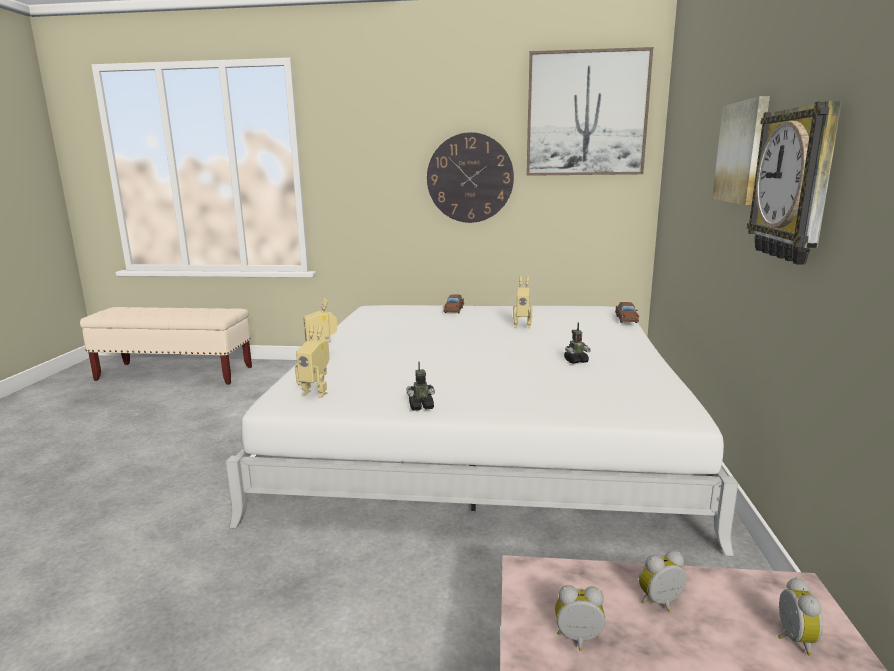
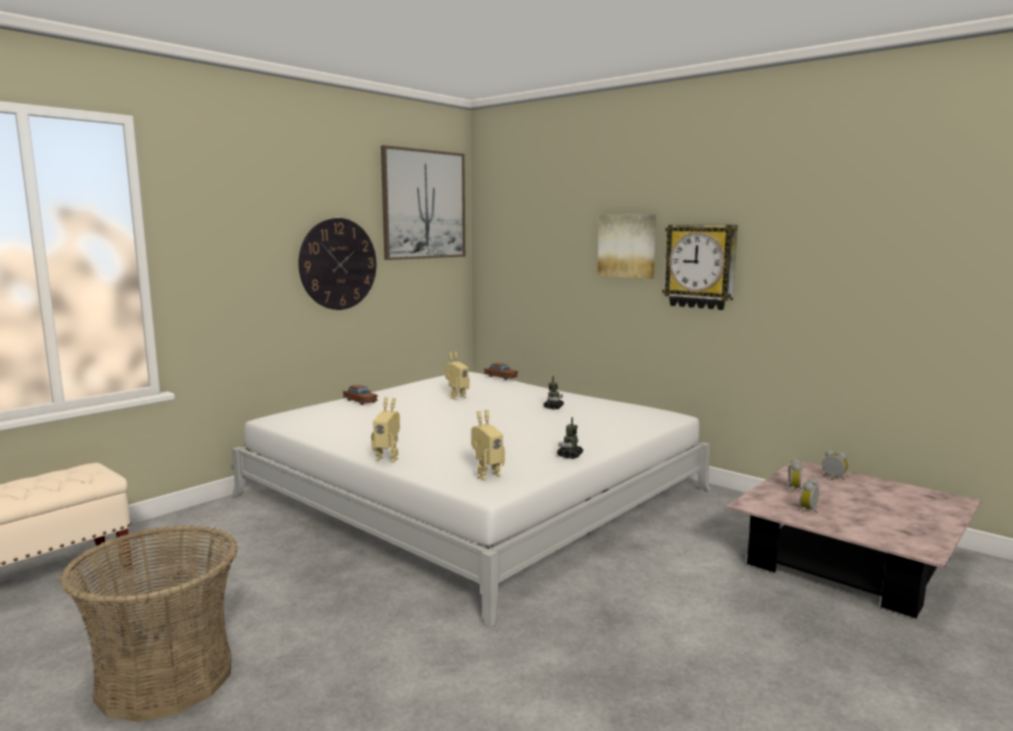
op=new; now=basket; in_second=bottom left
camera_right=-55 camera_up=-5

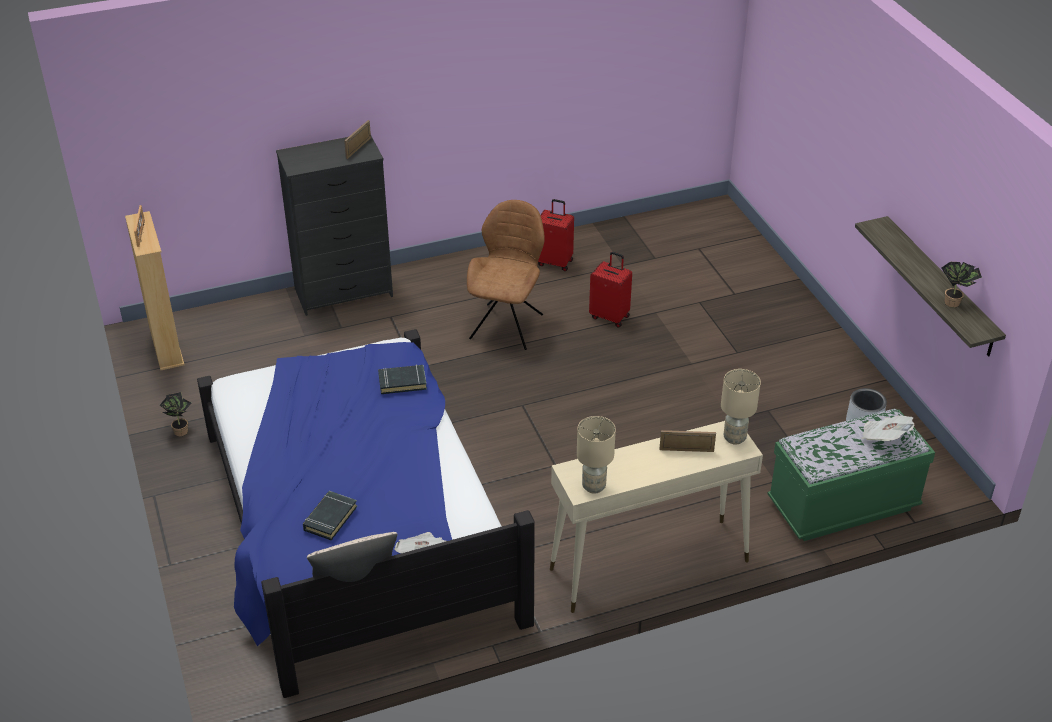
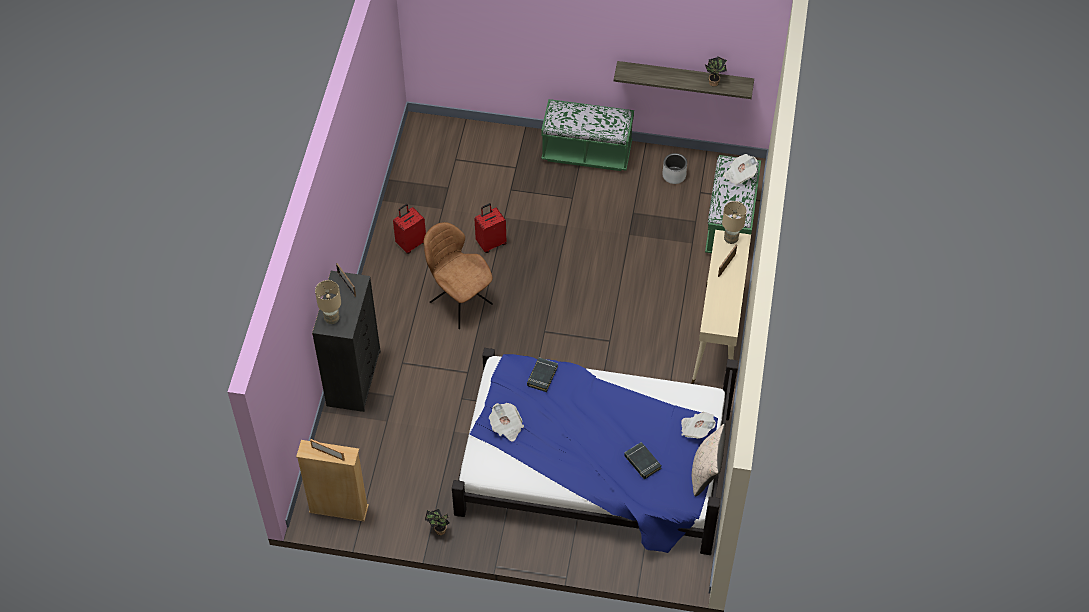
op=new; now=newspaper (no. 1 from left); in_second=bottom centre
op=new; now=bench (green) (no. 1 from left); in_second=top centre
op=shifted; was=table lamp (beige) (no. 1 from left); in_first=centre; in_second=middle left
camera_right=-60 camera_up=15

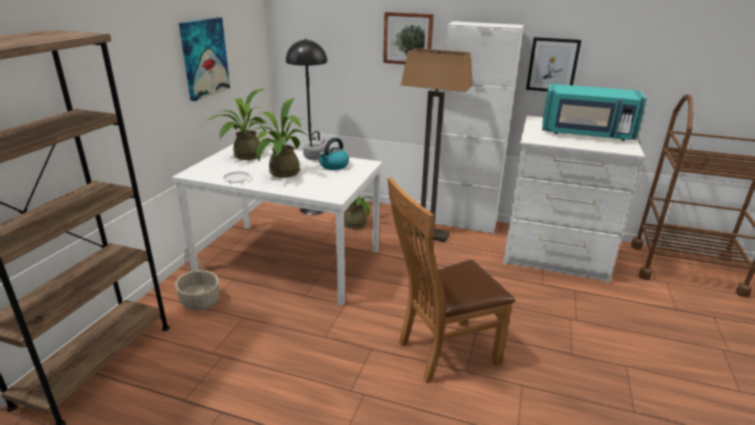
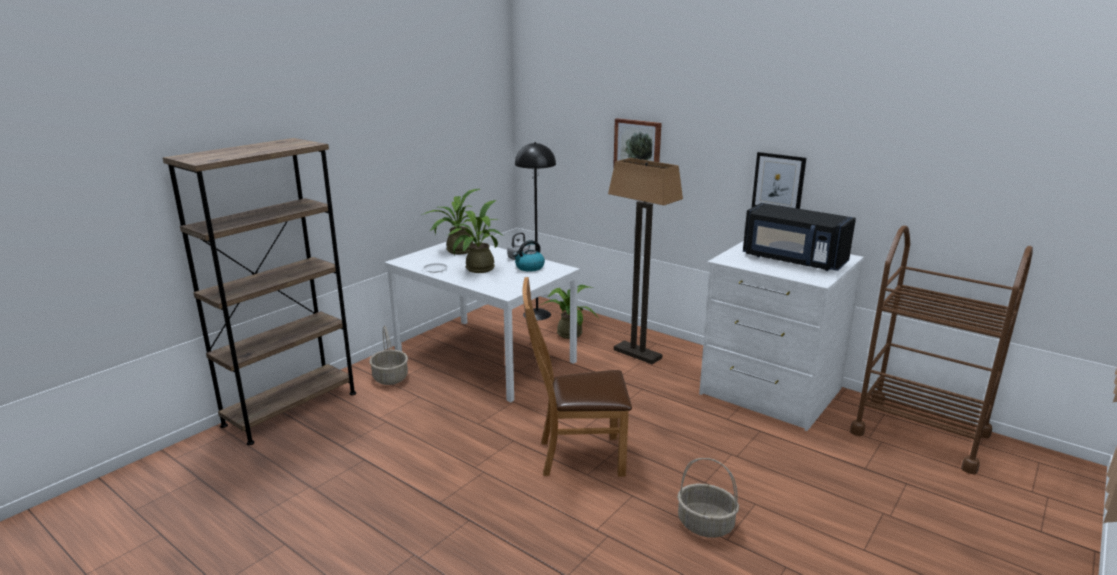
op=gone; was=picture (no. 1 from left); in_first=top left
op=gone; was=cabinet (white); in_first=top centre
op=new; now=basket (no. 2 from left); in_second=bottom centre
op=repainted; was=microwave (turquoise); now=microwave (black); in_first=top right; in_second=middle right
camera_right=20 camera_up=-5

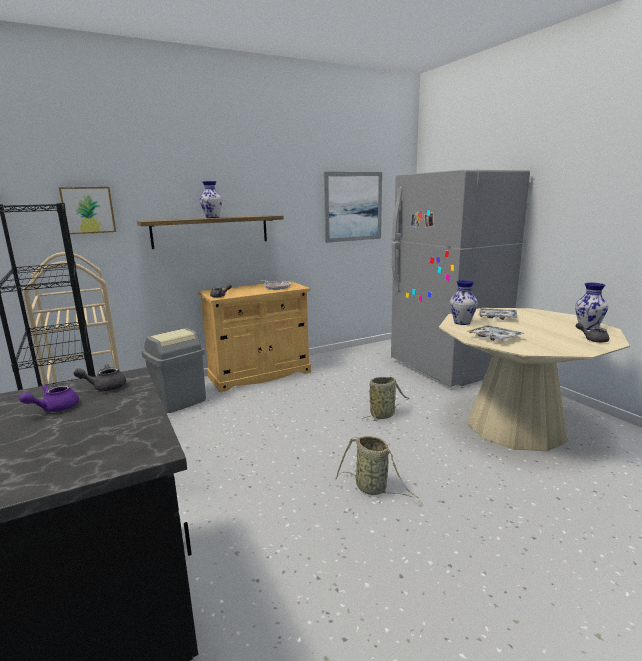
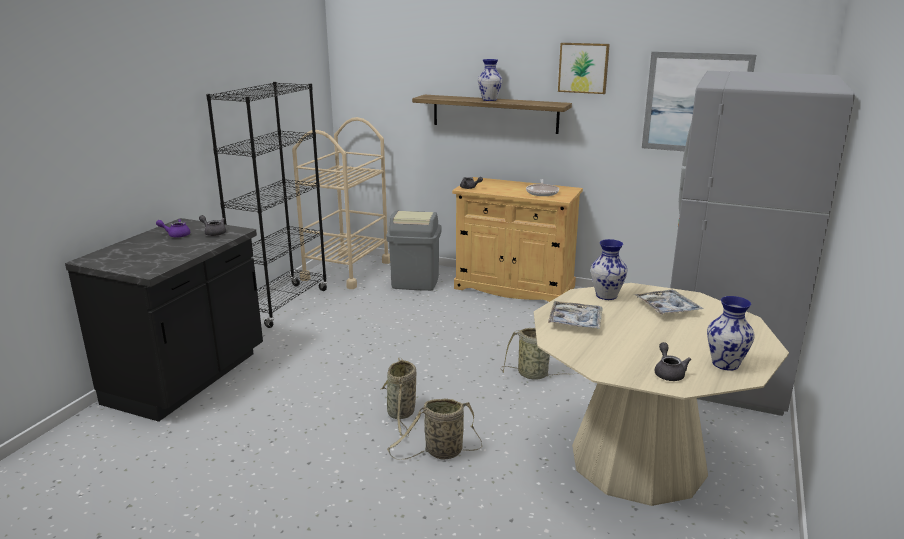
op=new; now=basket (no. 2 from left); in_second=bottom centre
op=shifted; was=picture (no. 1 from left); in_first=top left; in_second=top centre
camera_right=50 camera_up=5

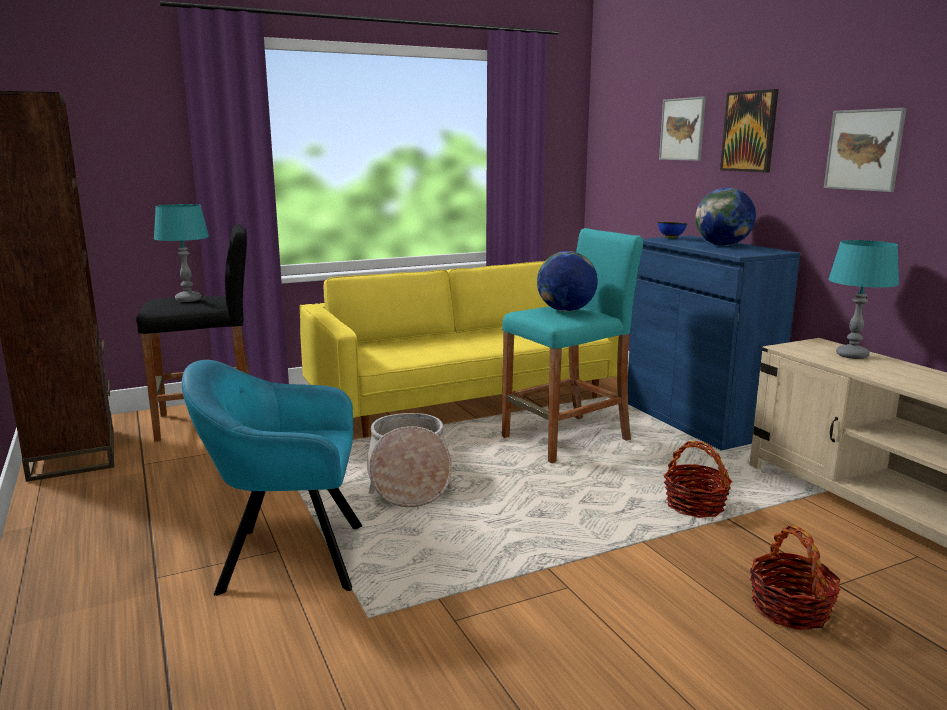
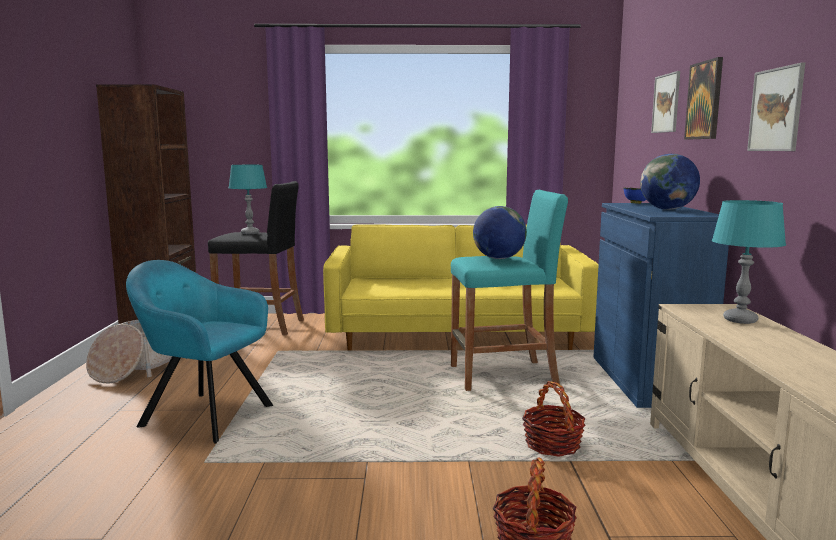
op=shifted; was=basket (no. 1 from left); in_first=centre; in_second=middle left
camera_right=25 camera_up=-5

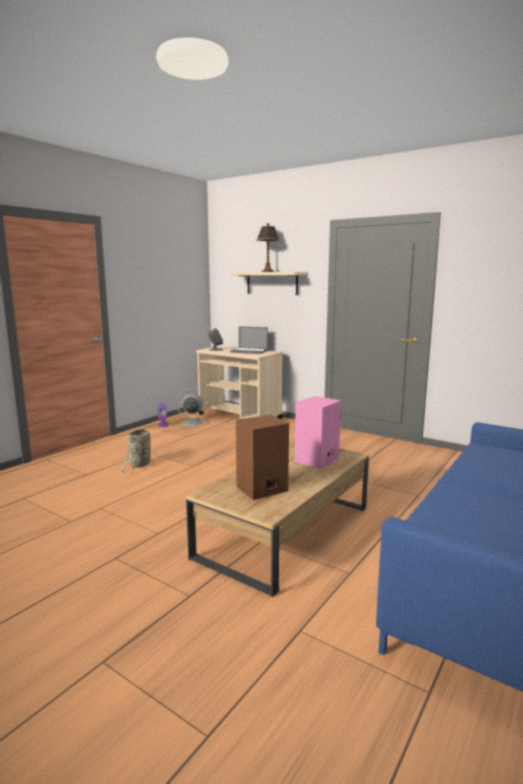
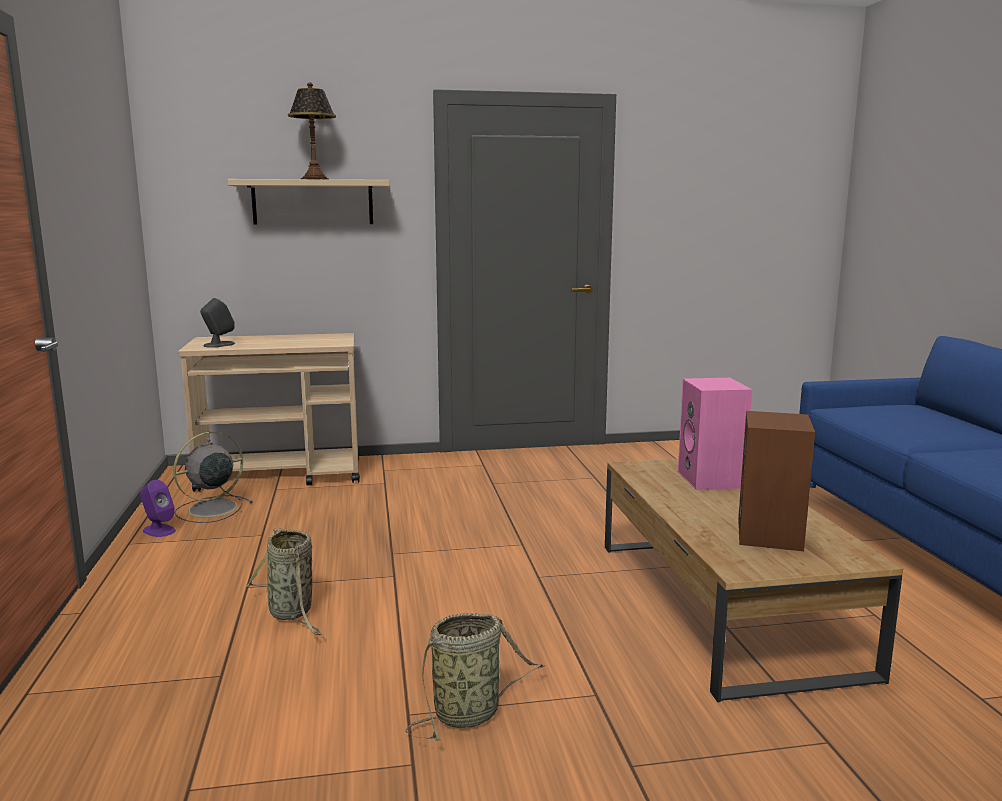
op=gone; was=laptop; in_first=centre
op=new; now=basket (no. 2 from left); in_second=bottom centre
camera_right=-45 camera_up=0

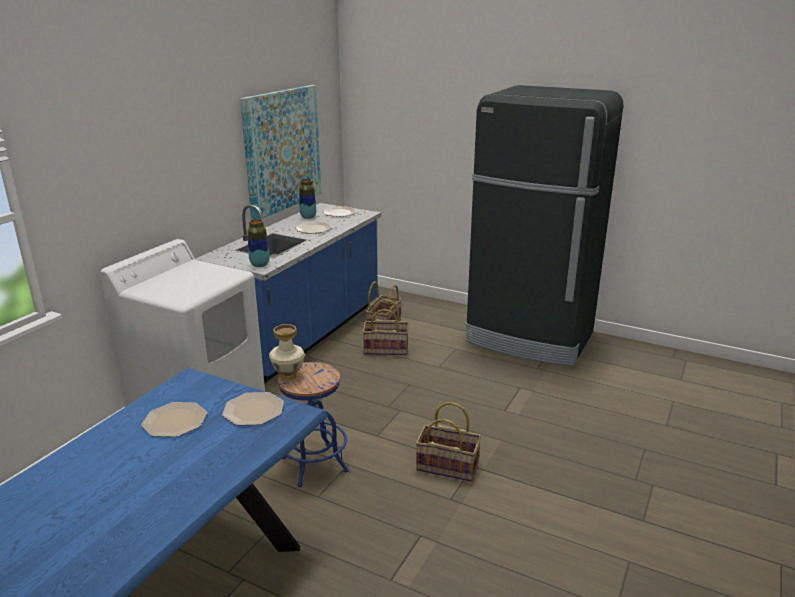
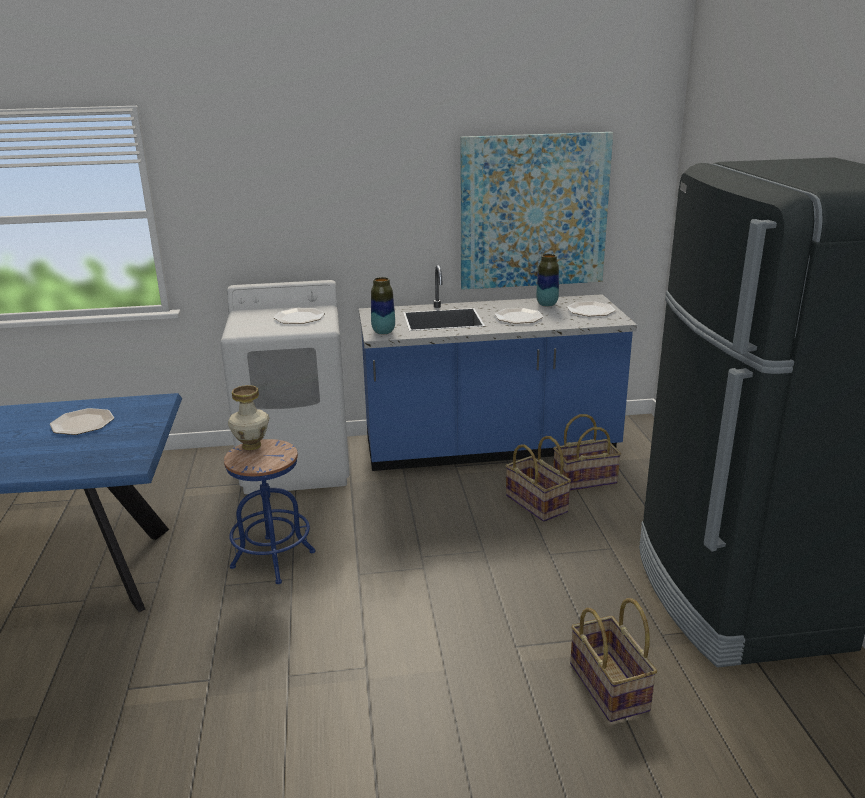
op=shifted; was=plate (no. 2 from left); in_first=bottom left; in_second=centre
op=shifted; was=basket (no. 3 from left); in_first=bottom centre; in_second=bottom right
camera_right=55 camera_up=0

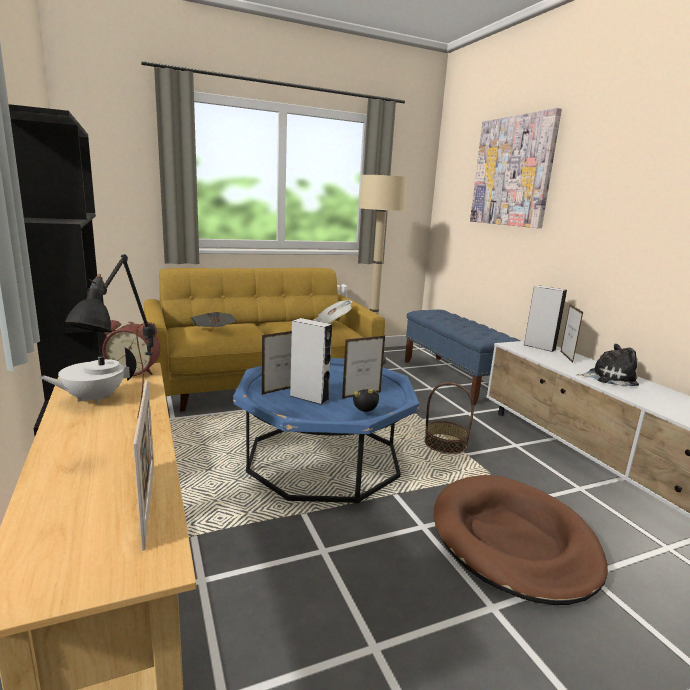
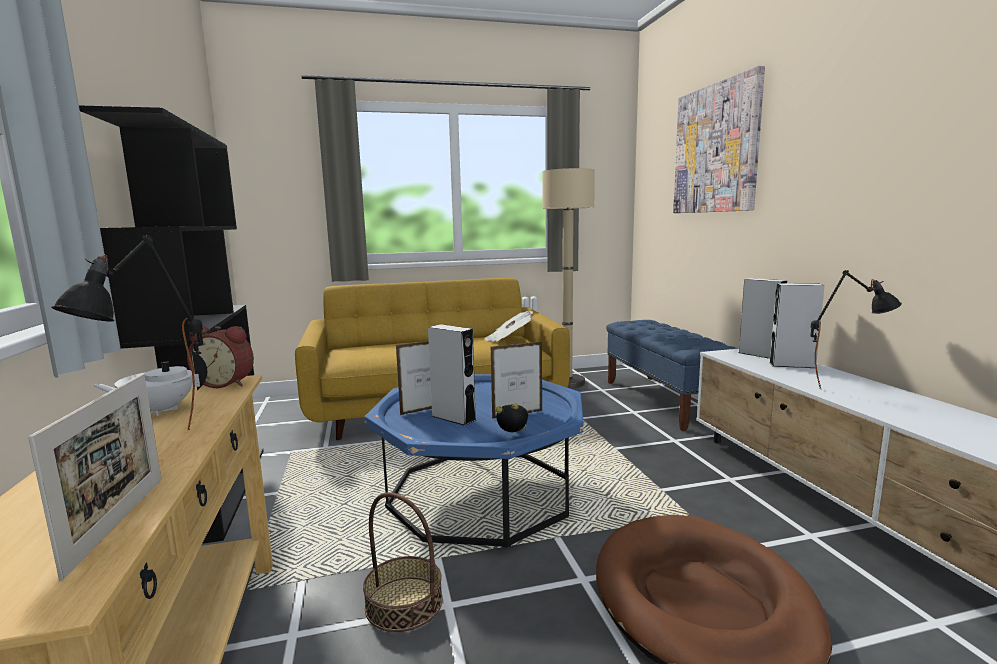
op=gone; was=newspaper (no. 1 from left); in_first=middle left
op=shifted; was=basket; in_first=centre; in_second=bottom centre
op=swapped; was=picture frame (no. 4 from left); now=speaker (grey) (no. 3 from left); in_first=middle right; in_second=middle right
op=swapped; was=plush toy; now=table lamp (black) (no. 2 from left); in_first=middle right; in_second=middle right
camera_right=10 camera_up=-5

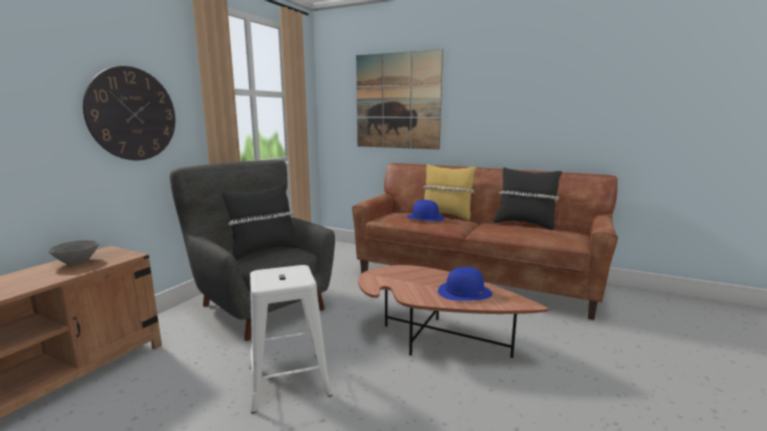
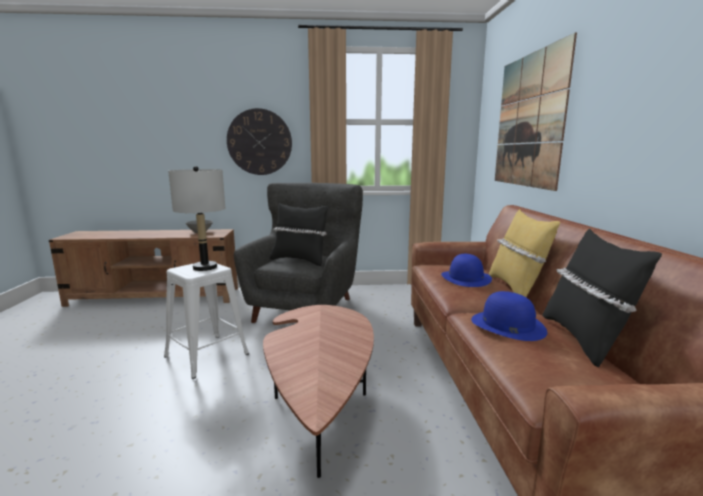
op=new; now=table lamp (grey); in_second=middle left
op=shifted; was=hat (blue) (no. 2 from left); in_first=centre; in_second=middle right
camera_right=60 camera_up=0

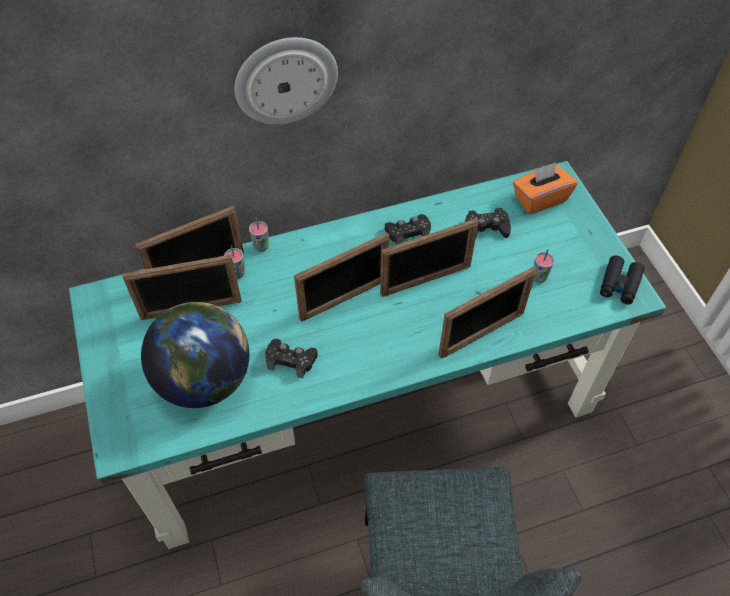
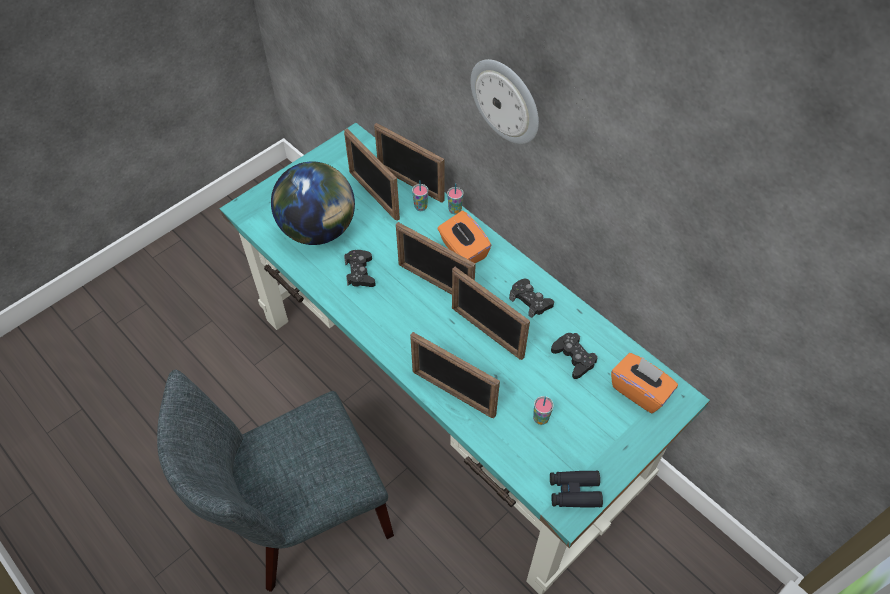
op=new; now=tissue box (orange) (no. 1 from left); in_second=centre
camera_right=65 camera_up=0

